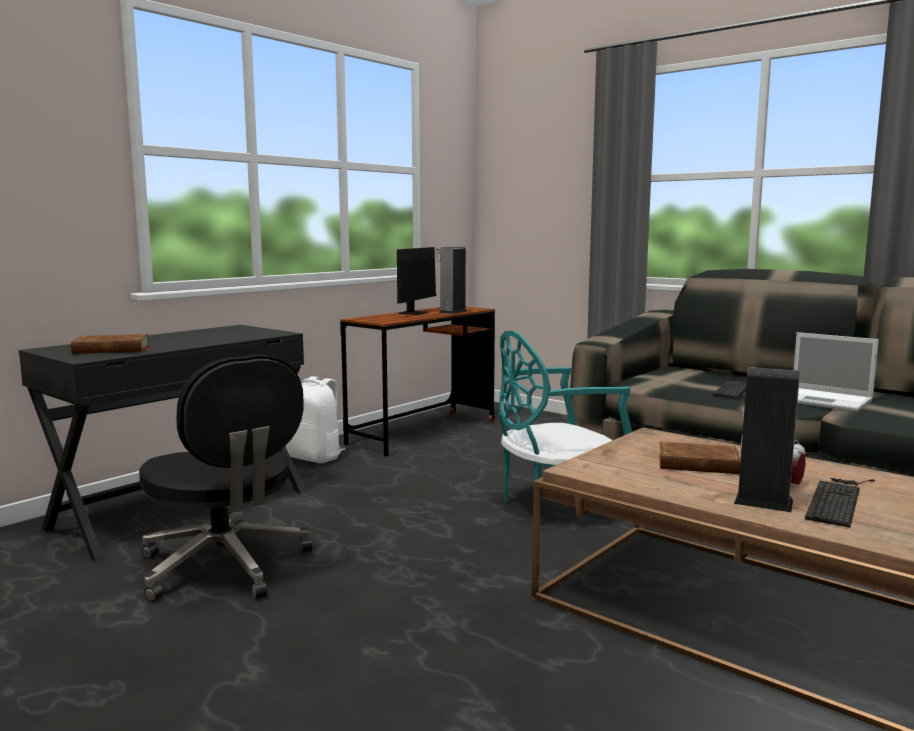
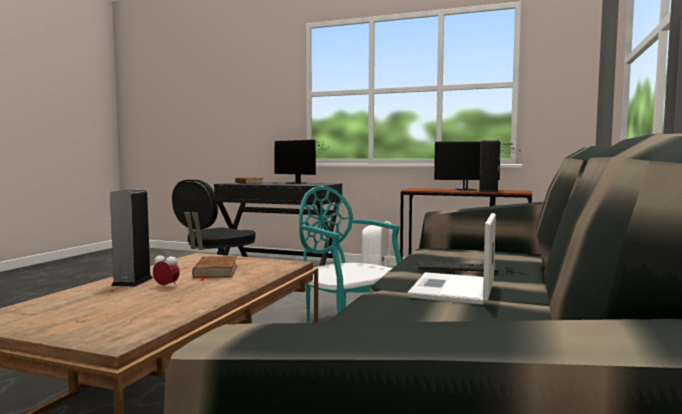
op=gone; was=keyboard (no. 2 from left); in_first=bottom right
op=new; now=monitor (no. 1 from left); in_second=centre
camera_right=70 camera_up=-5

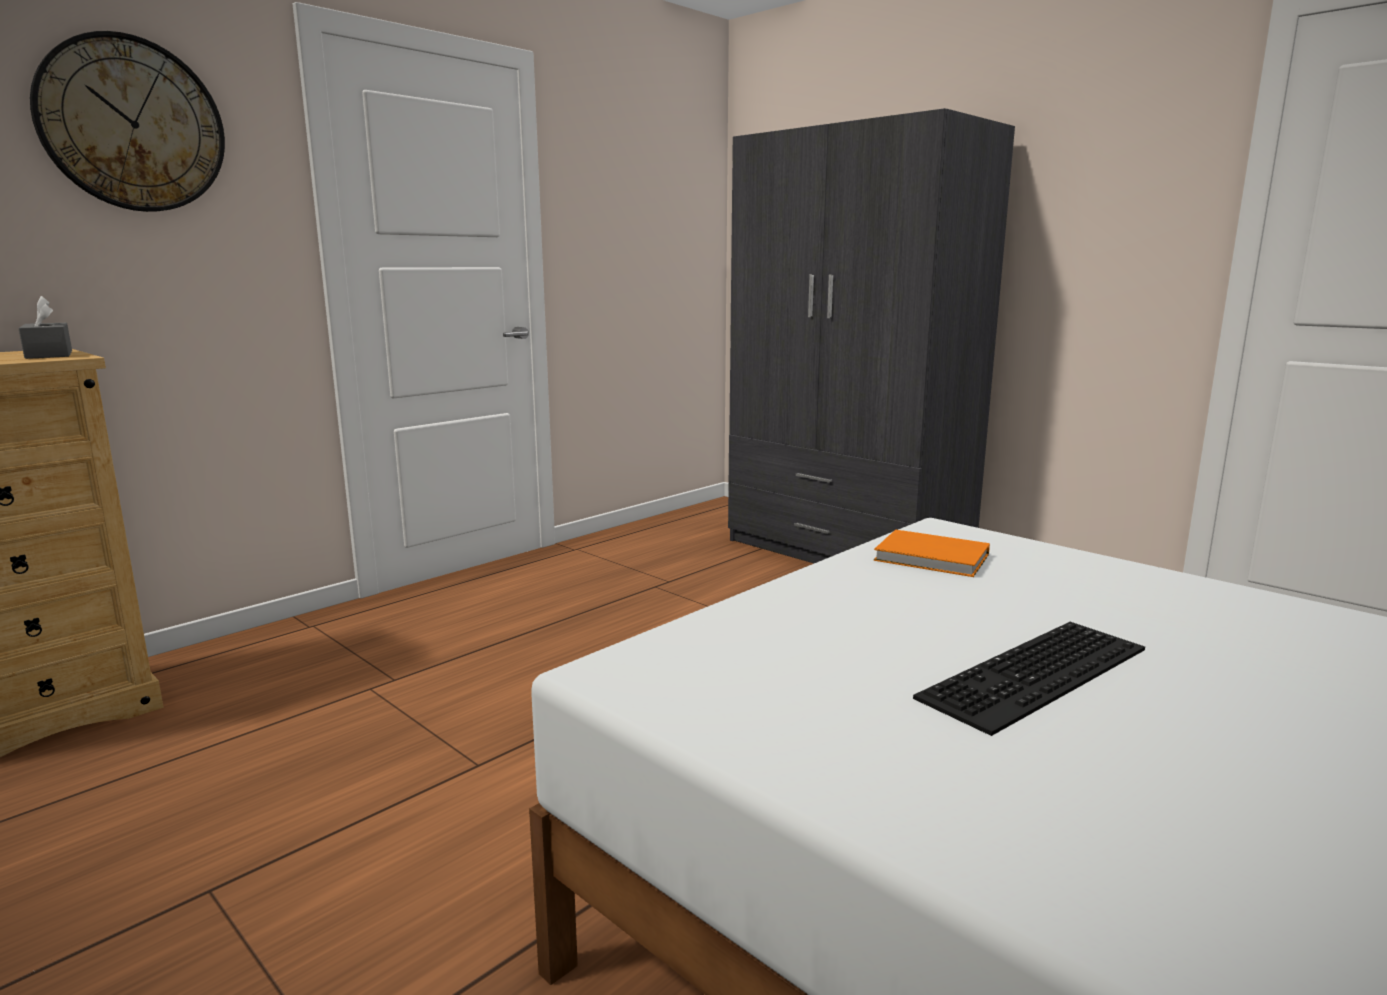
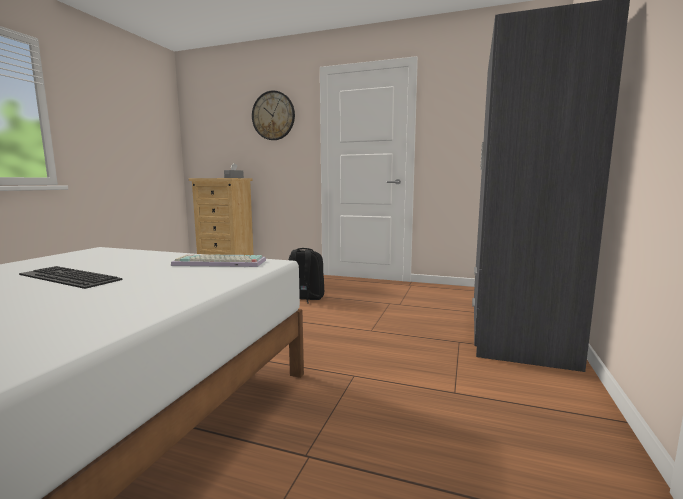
op=new; now=backpack (black); in_second=centre
op=swapped; was=book (orange); now=keyboard (no. 2 from left); in_first=middle right; in_second=middle left
camera_right=65 camera_up=-5

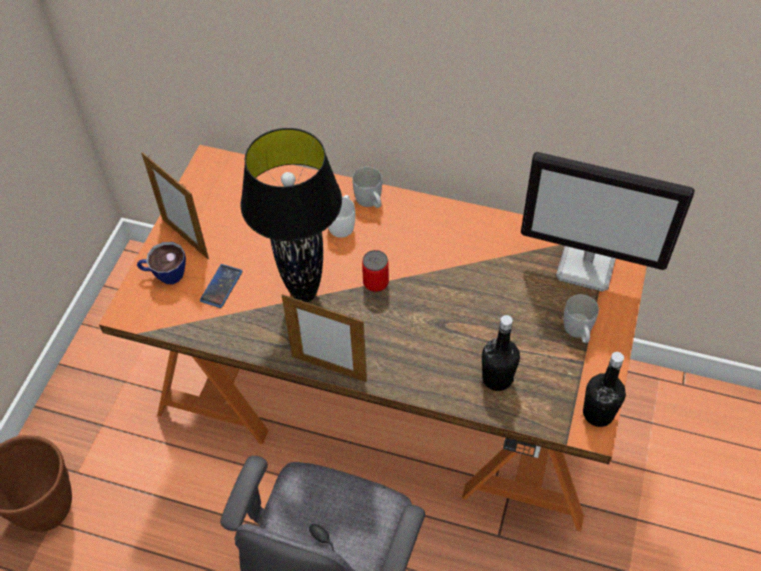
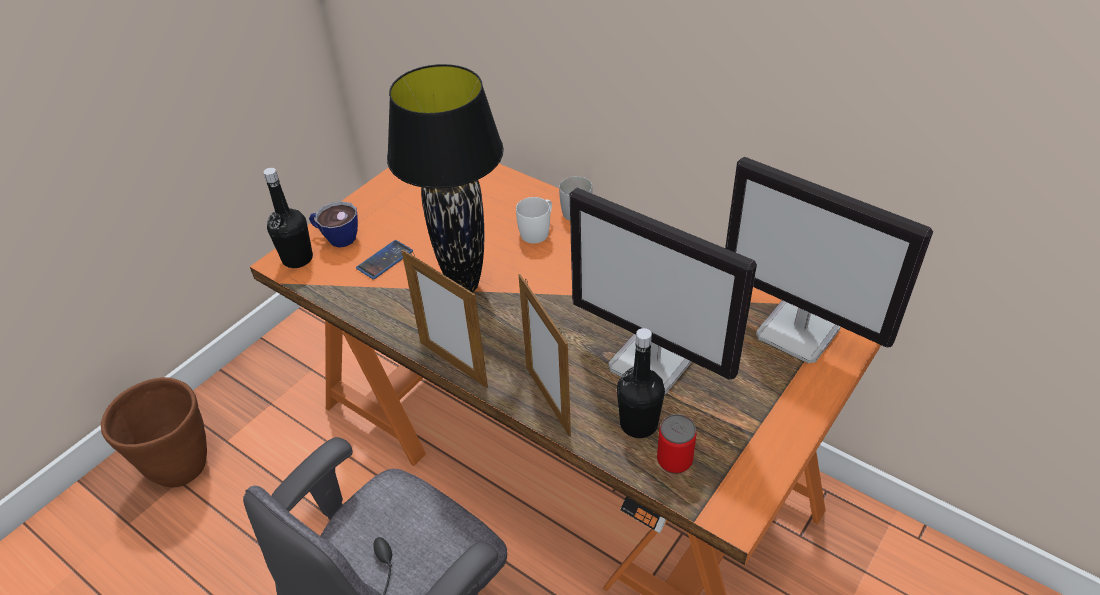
op=gone; was=mug (white) (no. 3 from left); in_first=middle right
op=new; now=monitor (no. 1 from left); in_second=centre
op=shifted; was=picture frame (no. 1 from left in the first image); now=picture frame (no. 2 from left); in_first=middle left; in_second=centre
op=shifted; was=can; in_first=centre; in_second=bottom centre
op=shifted; was=bottle (black) (no. 2 from left in the first image); now=bottle (black) (no. 1 from left); in_first=bottom right; in_second=middle left
camera_right=20 camera_up=-10

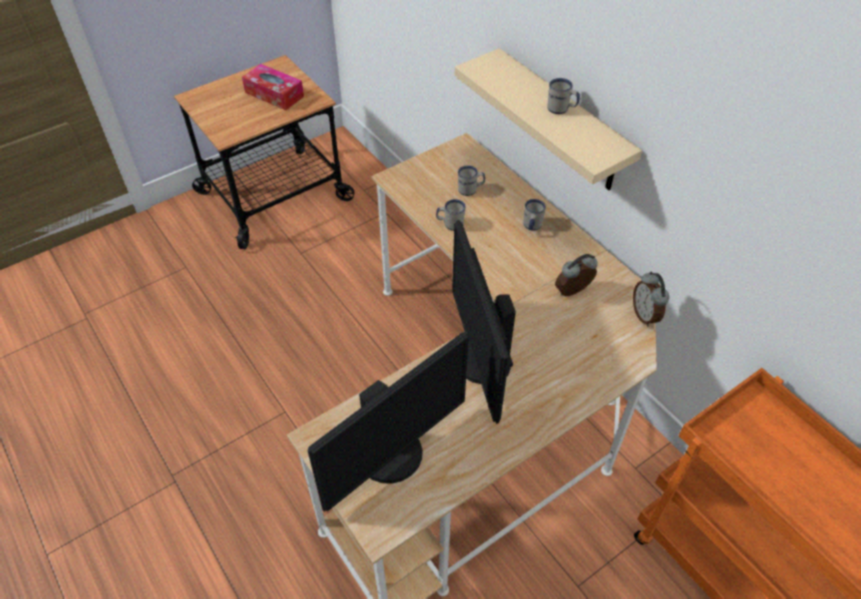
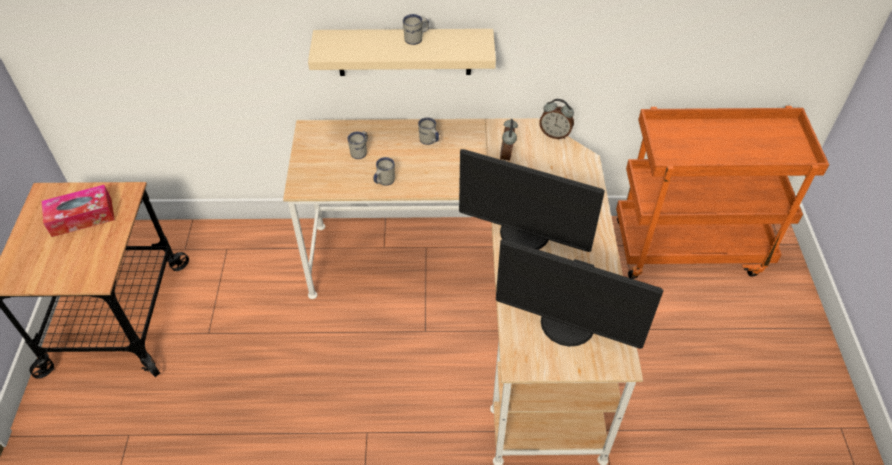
op=rotated; was=monitor (no. 1 from left in the first image); in_first=bottom centre; in_second=centre; clockwise=120
camera_right=-55 camera_up=0

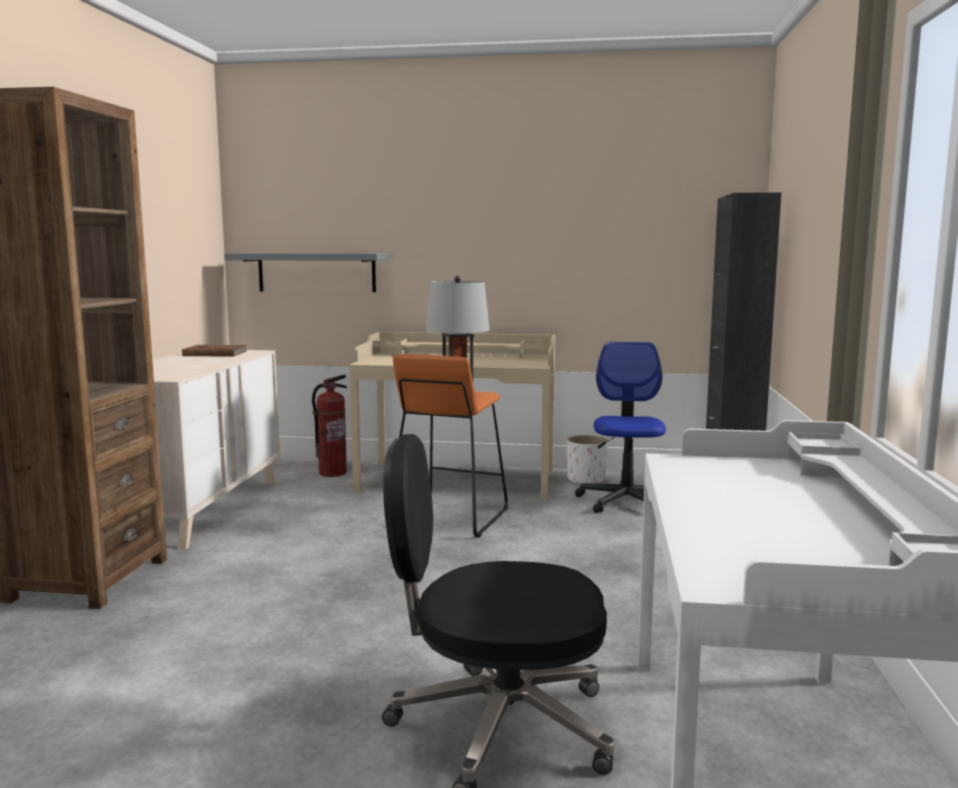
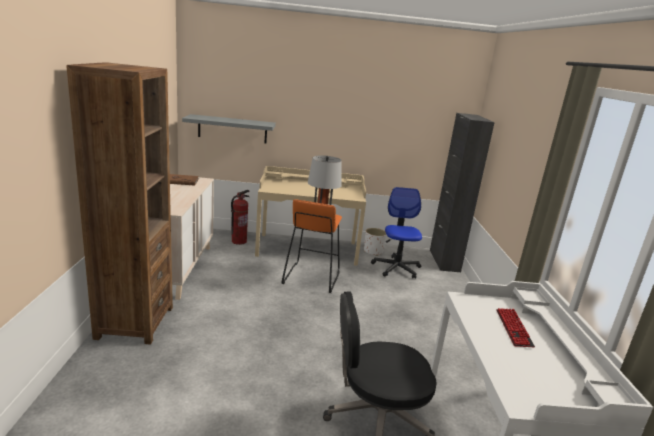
op=new; now=keyboard; in_second=bottom right
camera_right=-10 camera_up=10

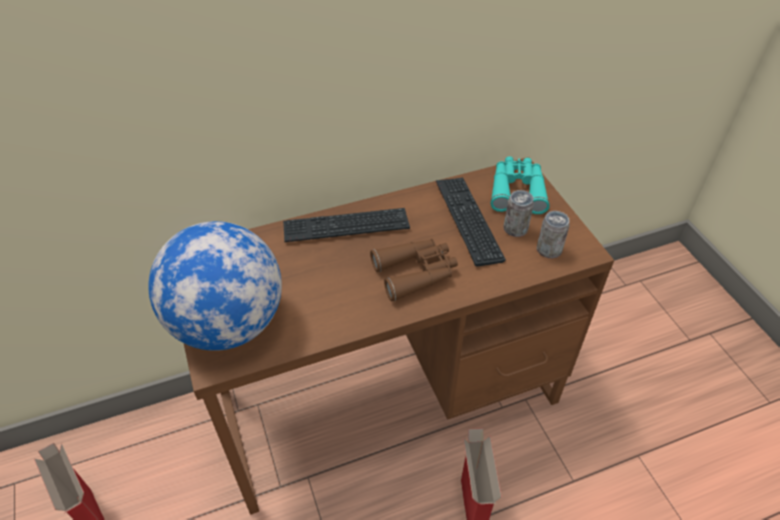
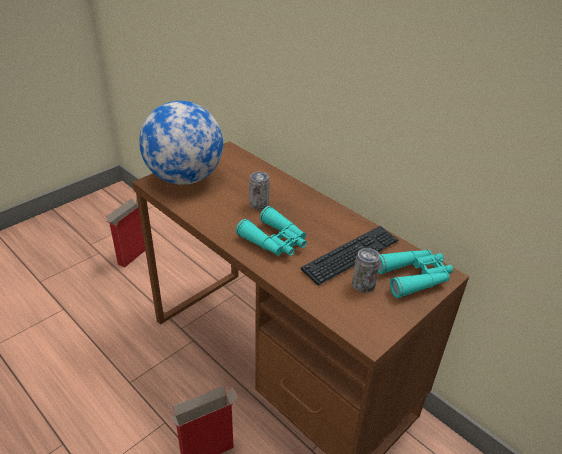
op=gone; was=keyboard (no. 1 from left); in_first=centre
op=shifted; was=can (no. 2 from left in the first image); now=can (no. 1 from left); in_first=middle right; in_second=centre
op=repainted; was=binoculars (brown); now=binoculars (turquoise) (no. 1 from left); in_first=centre; in_second=centre
camera_right=65 camera_up=-10

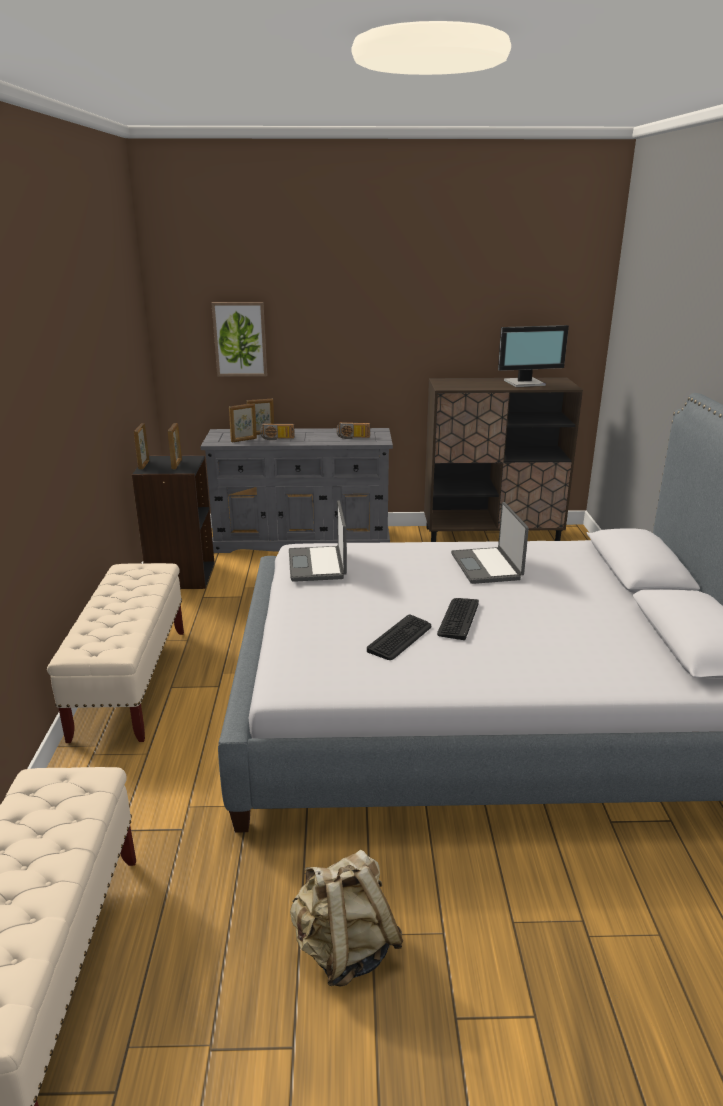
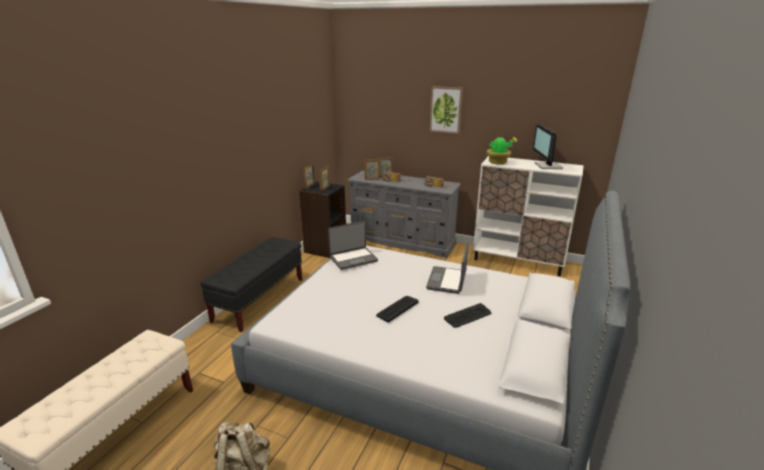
op=new; now=potted plant; in_second=top centre
op=shifted; was=picture; in_first=top left; in_second=top centre
op=shifted; was=keyboard (no. 1 from left in the first image); now=keyboard (no. 2 from left); in_first=centre; in_second=bottom centre
op=repainted; was=bench (beige) (no. 2 from left); now=bench (black); in_first=middle left; in_second=middle left
op=repainted; was=cabinet (brown); now=cabinet (white); in_first=middle right; in_second=middle right
op=rotated; was=laptop (no. 1 from left); in_first=centre; in_second=centre; clockwise=-135
op=rotated; was=monitor; in_first=top right; in_second=top right; clockwise=75
camera_right=25 camera_up=0

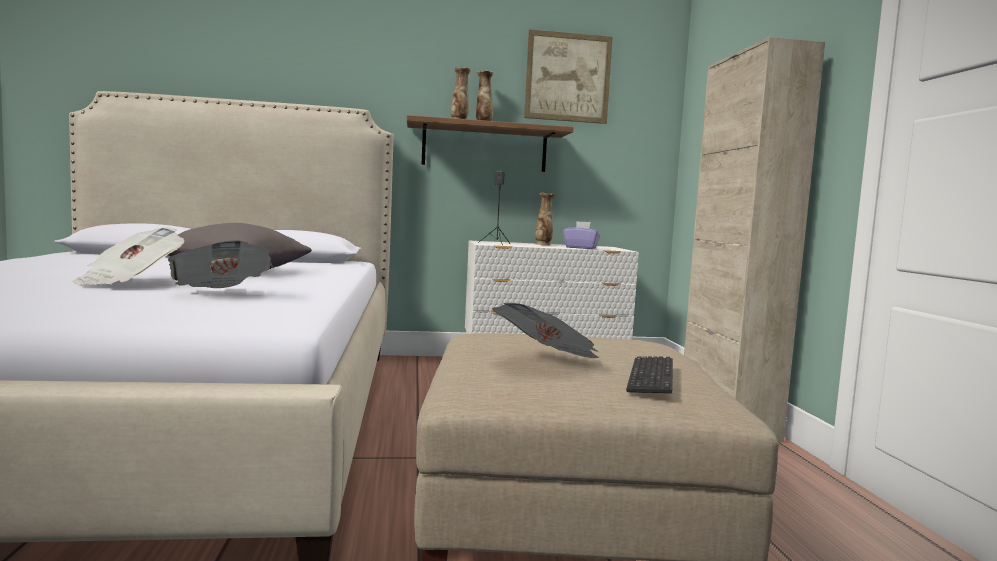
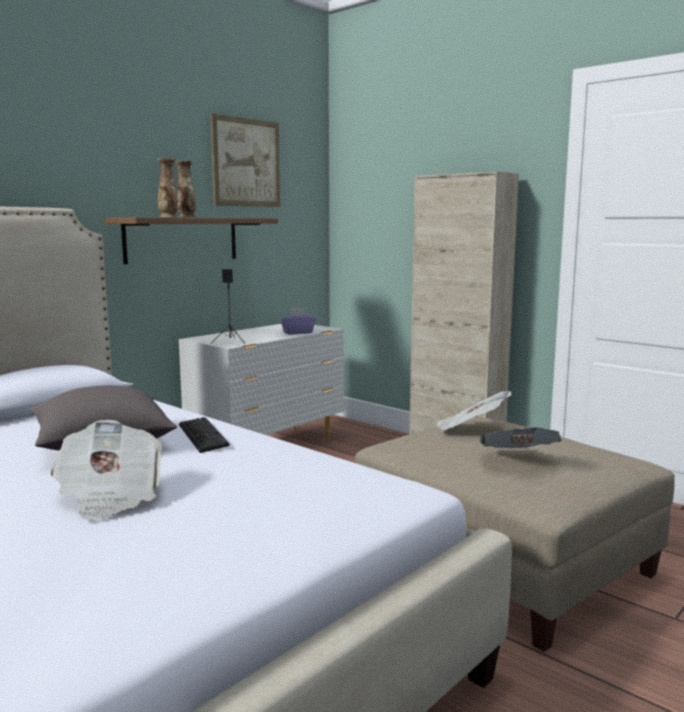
op=gone; was=vase (no. 3 from left); in_first=centre
op=shifted; was=newspaper (no. 2 from left); in_first=middle left; in_second=middle right
op=shifted; was=keyboard; in_first=bottom centre; in_second=middle left
camera_right=-40 camera_up=5

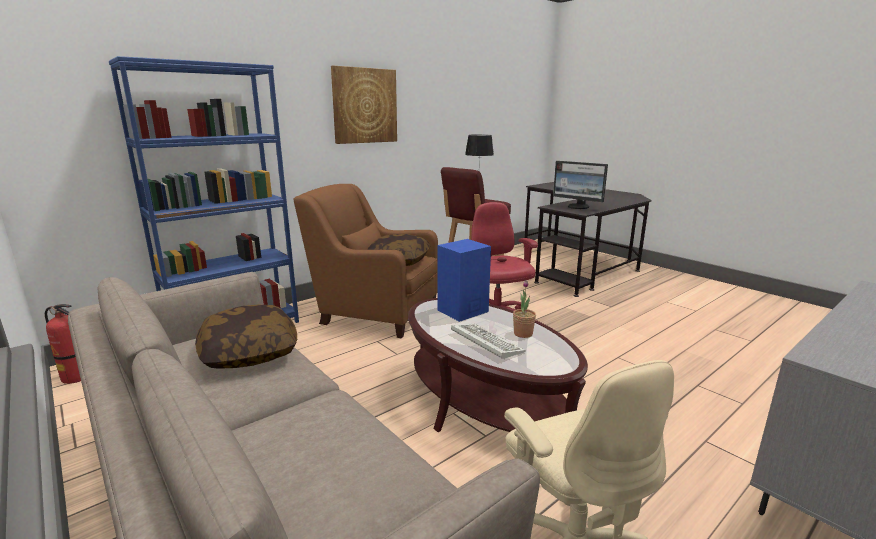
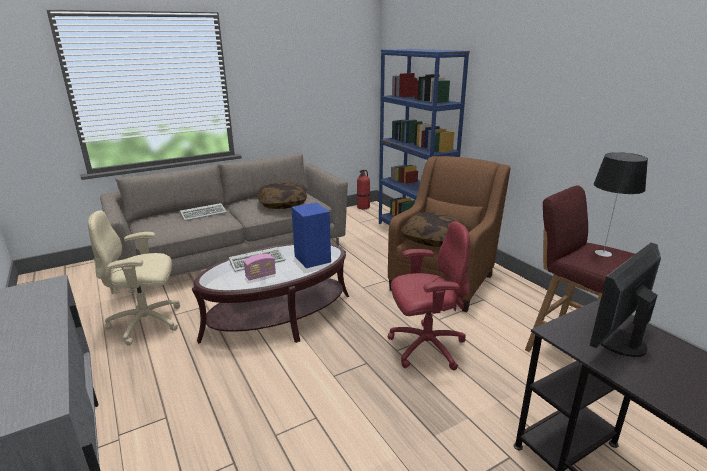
op=gone; was=picture; in_first=top centre
op=new; now=keyboard (no. 1 from left); in_second=middle left
op=swapped; was=potted plant; now=radio; in_first=centre; in_second=centre
camera_right=100 camera_up=5

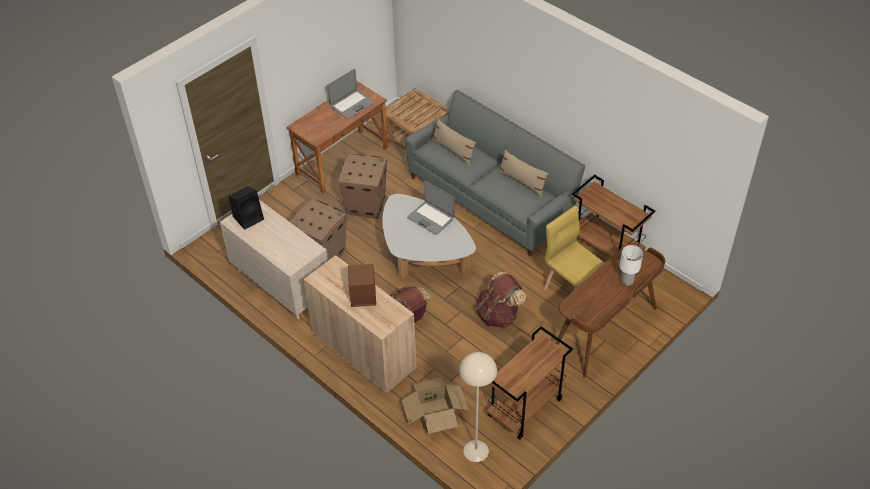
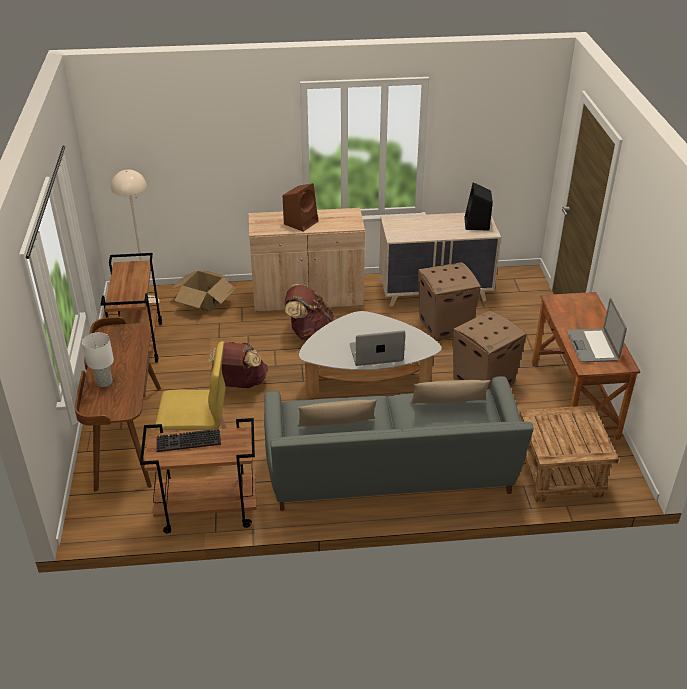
op=new; now=keyboard; in_second=middle left
camera_right=130 camera_up=-10

